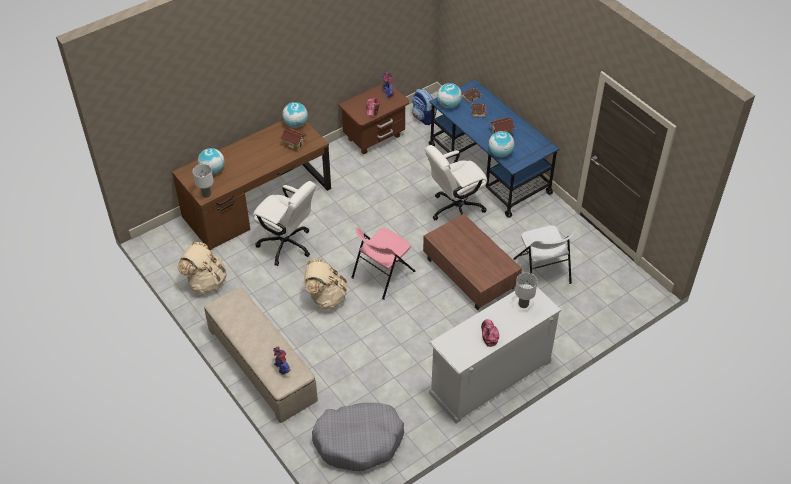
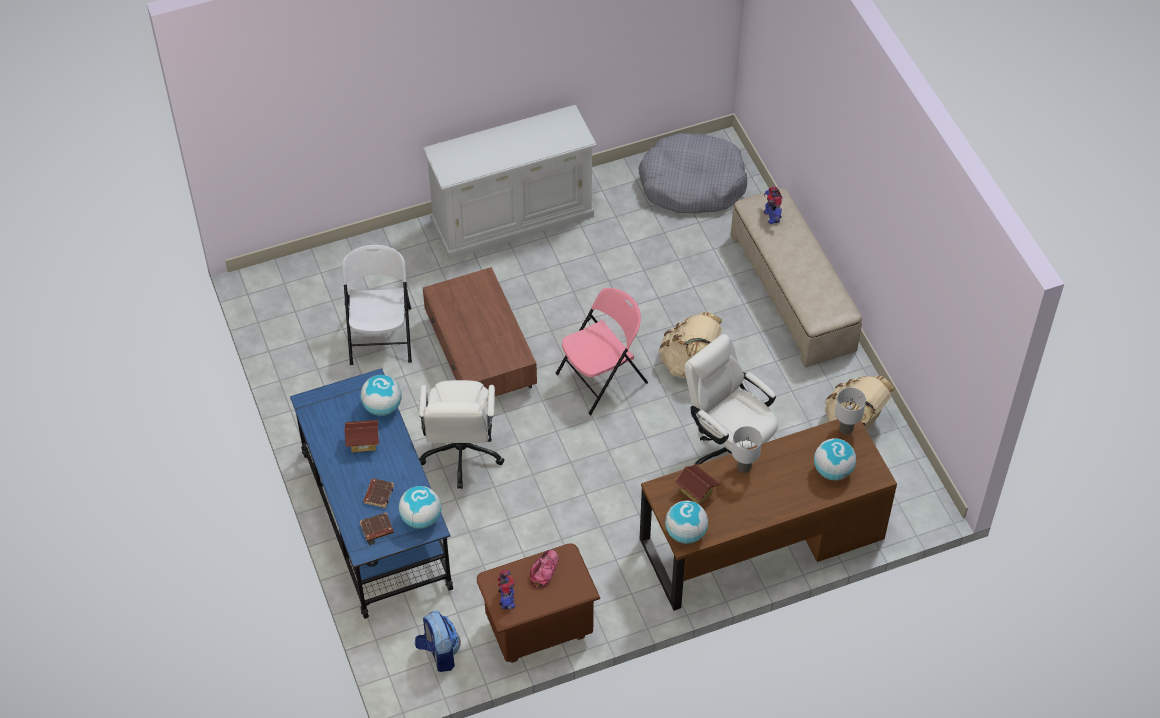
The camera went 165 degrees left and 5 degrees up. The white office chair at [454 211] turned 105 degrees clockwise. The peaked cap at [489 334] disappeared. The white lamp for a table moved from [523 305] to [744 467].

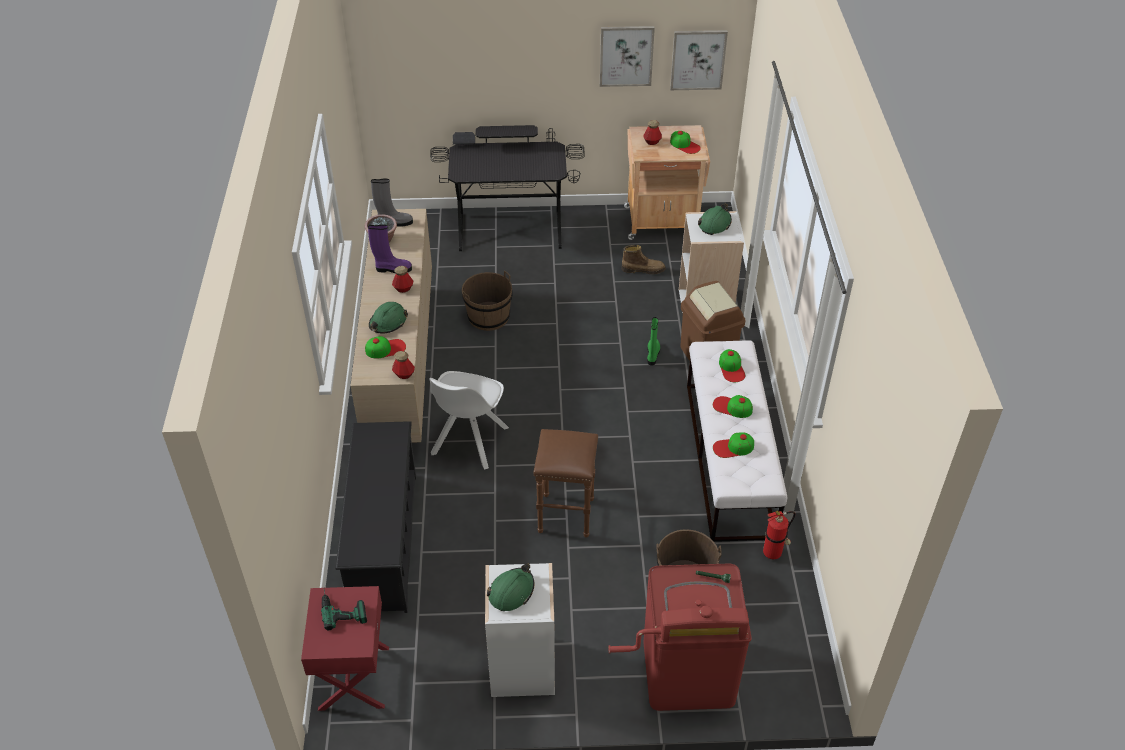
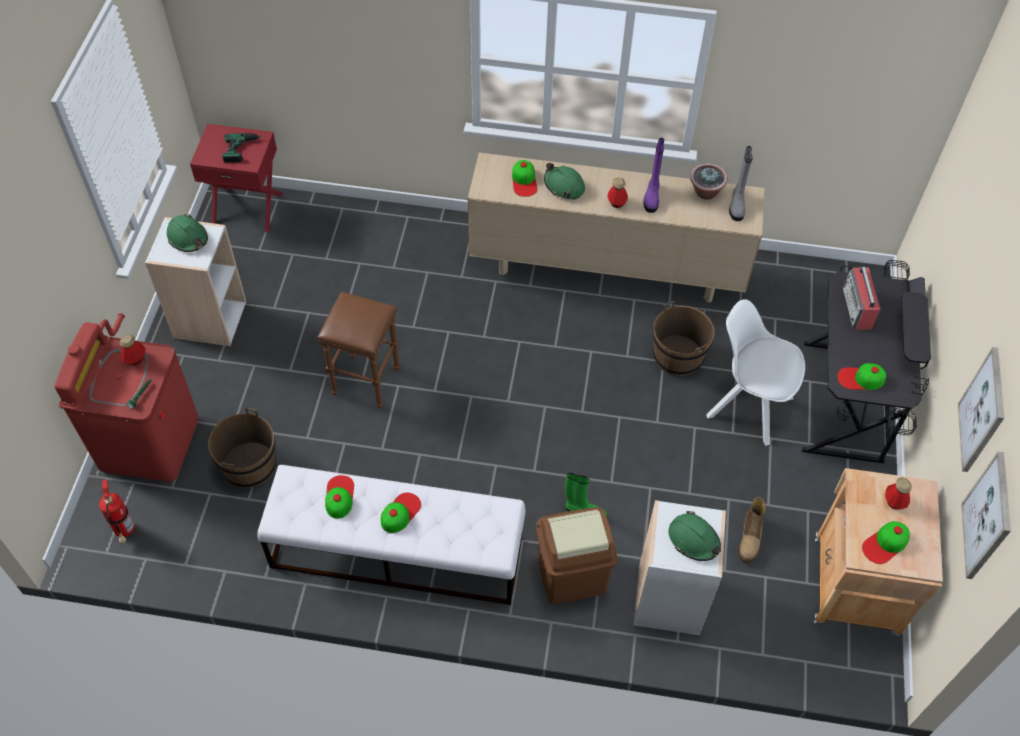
The camera went 100 degrees right and 10 degrees up. The black shoe shelf at [384 541] disappeared. The drink bottle moved from [404 374] to [135 359]. The white chair moved from [468 441] to [748 406]. The peaked cap moved from [731 368] to [861 378]. The fire extinguisher moved from [774 553] to [125 532]. The radio set at [857 309] appeared.

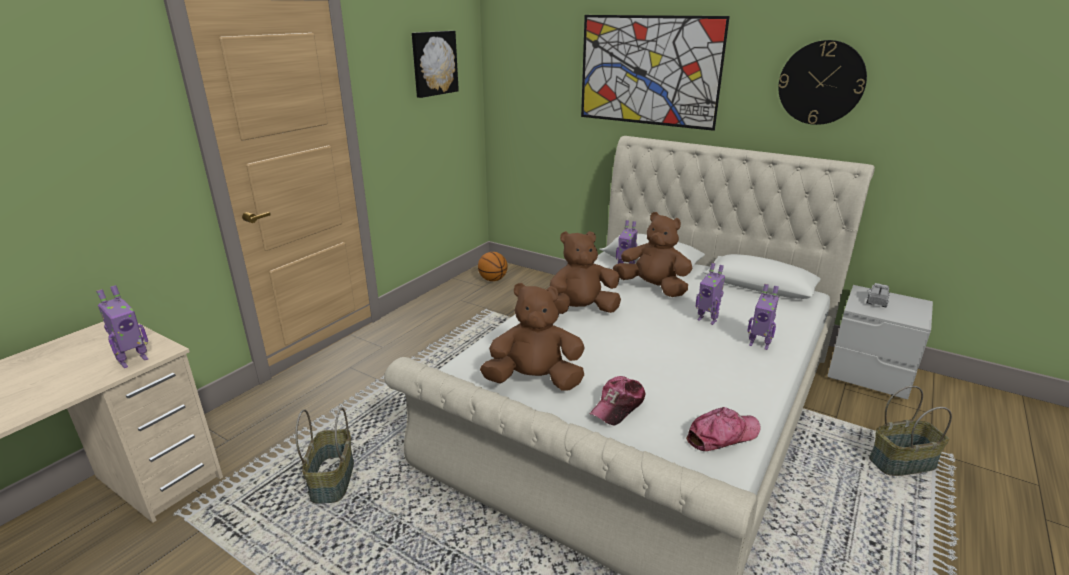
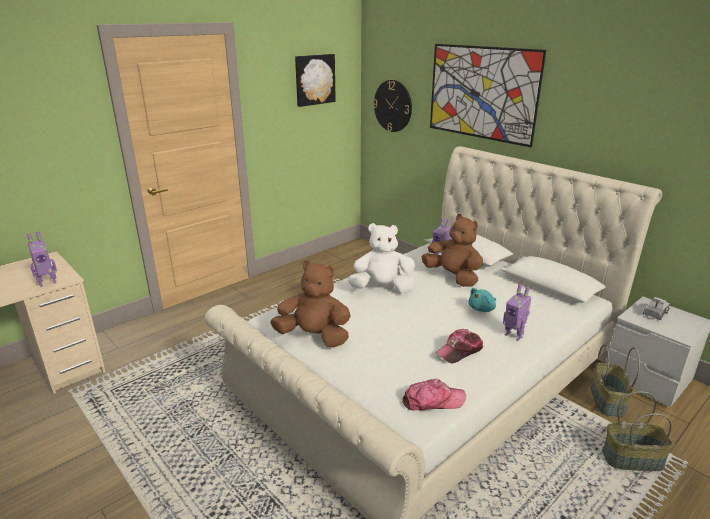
The camera went 15 degrees right and 0 degrees up. The storage basket moved from [332 480] to [606 400]. The ball for basketball at [493 279] disappeared. The brown soft toy at [581 311] became the white soft toy at [382 288]. The peaked cap moved from [618 406] to [459 351]. The model robot at [707 320] was replaced by the turquoise-coloured soft toy at [482 309]. The wall clock moved from [821 83] to [393 106].

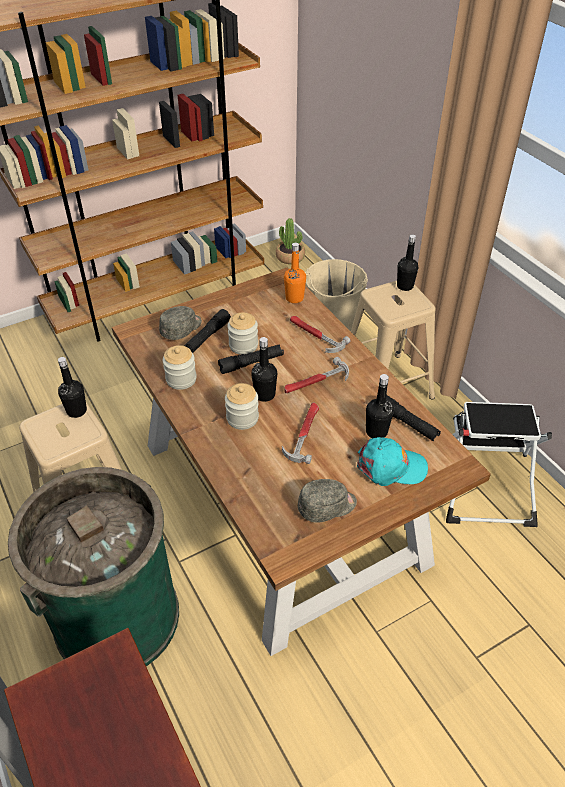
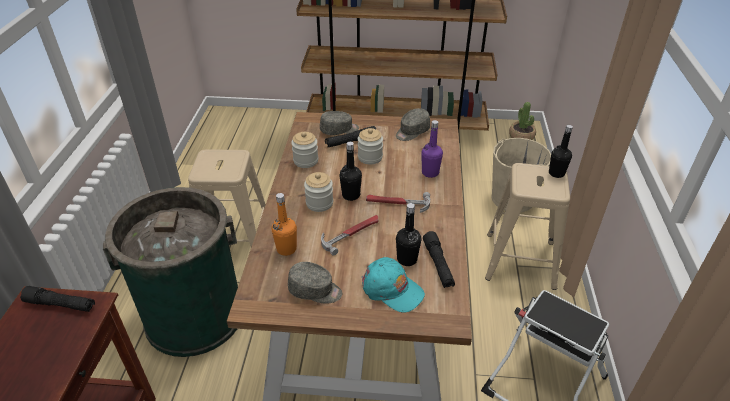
The camera went 35 degrees right and 5 degrees down. The black drink bottle at [76 411] disappeared. The black hand torch moved from [251 363] to [61 304]. The orange drink bottle moved from [294 298] to [286 249]. The hammer at [315 335] was replaced by the purplish drink bottle at [430 173]. The greyish peaked cap at [412 132] appeared.

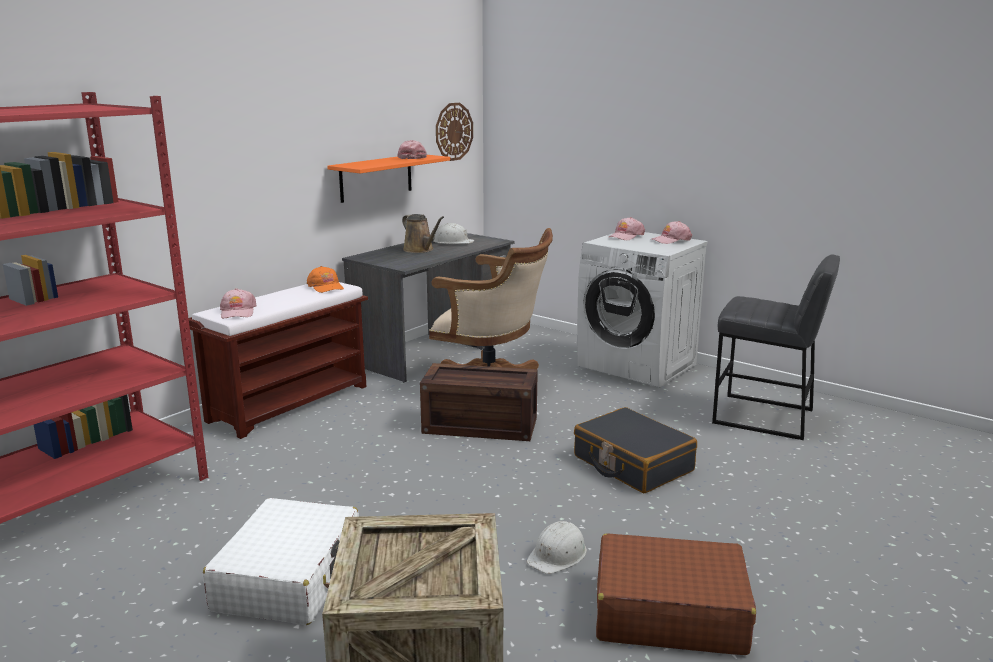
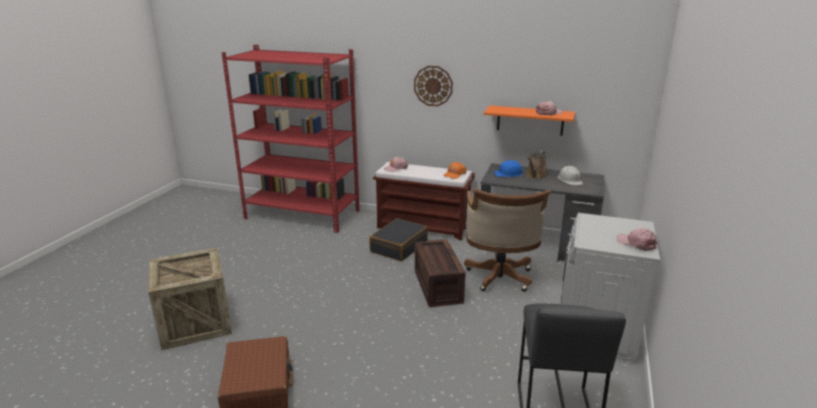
The camera went 70 degrees right and 5 degrees up. The white suitcase at [290 578] disappeared. The wall clock moved from [453 131] to [433 86]. The white safety helmet at [558 555] disappeared. The black suitcase moved from [632 464] to [398 246]. The pinkish peaked cap at [626 236] disappeared. The blue-coloured safety helmet at [509 173] appeared.

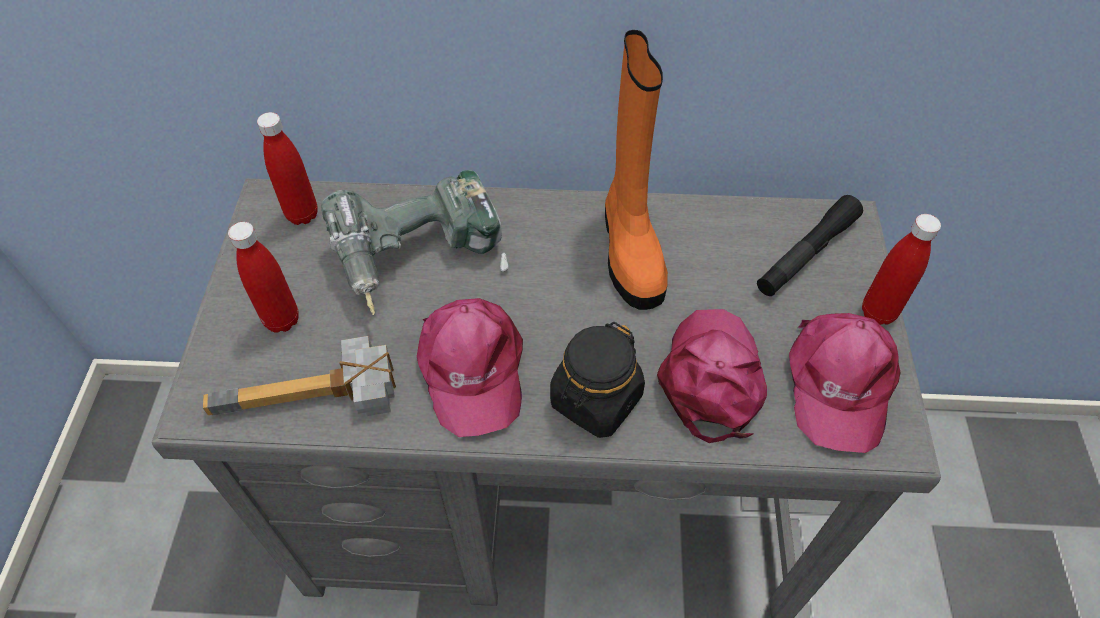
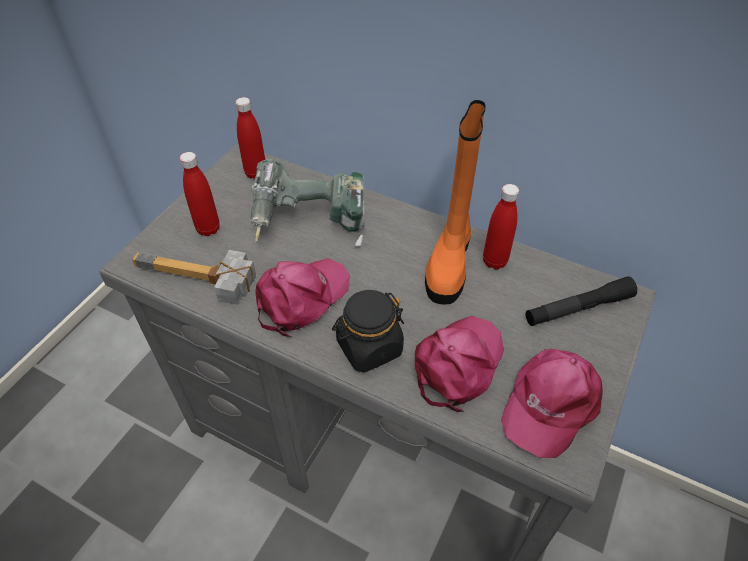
The camera went 25 degrees right and 5 degrees down. The pinkish peaked cap at [471 369] turned 150 degrees counterclockwise. The red-coloured drink bottle moved from [878 312] to [494 261].

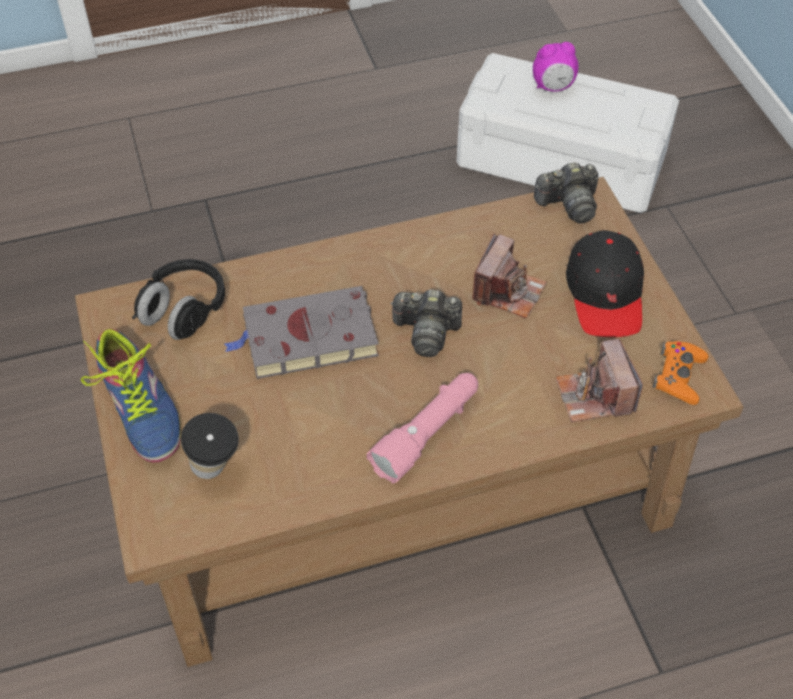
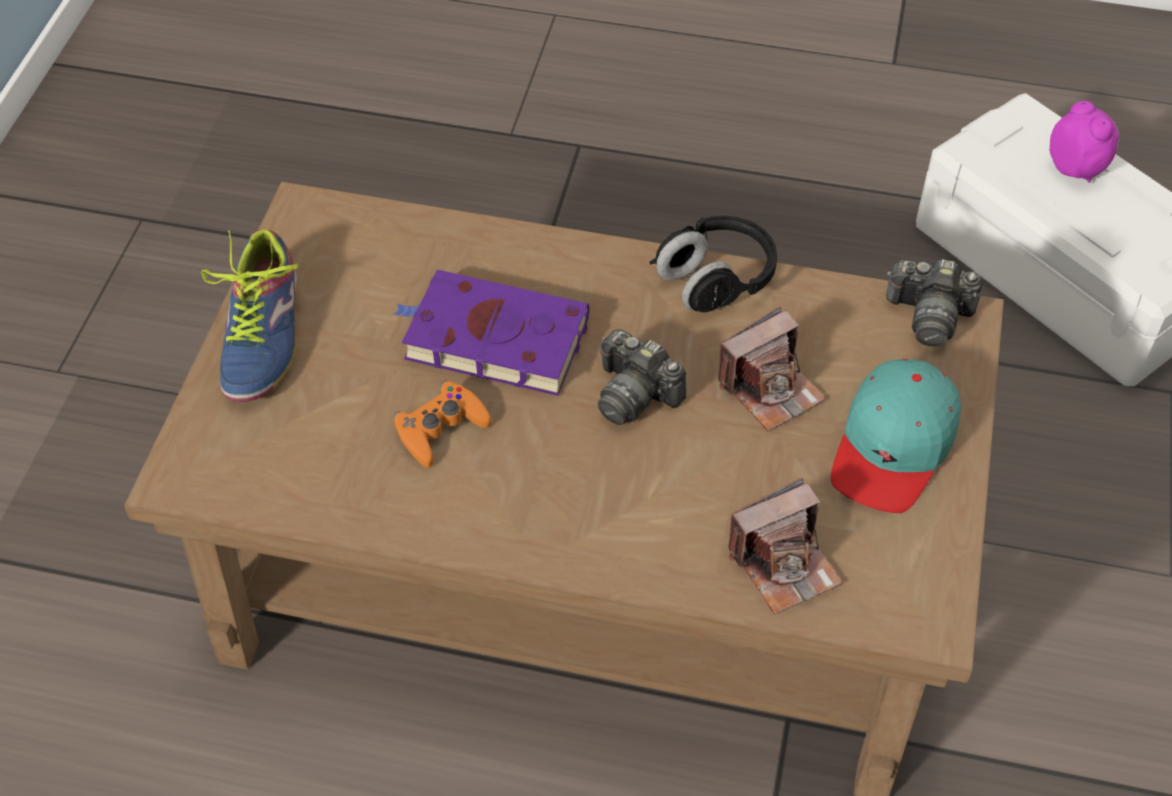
The camera went 30 degrees right and 0 degrees up. The black headphones moved from [184 311] to [715 280]. The cup at [216 472] disappeared. The greyish bound book at [306 338] became the purplish bound book at [491 339]. The pinkish hand torch at [427 433] disappeared. The alarm clock at [553 87] turned 135 degrees counterclockwise. The photo camera at [594 396] turned 135 degrees counterclockwise. The black peaked cap at [605 294] became the turquoise-coloured peaked cap at [893 447]. The orange game controller moved from [679 376] to [440 429].

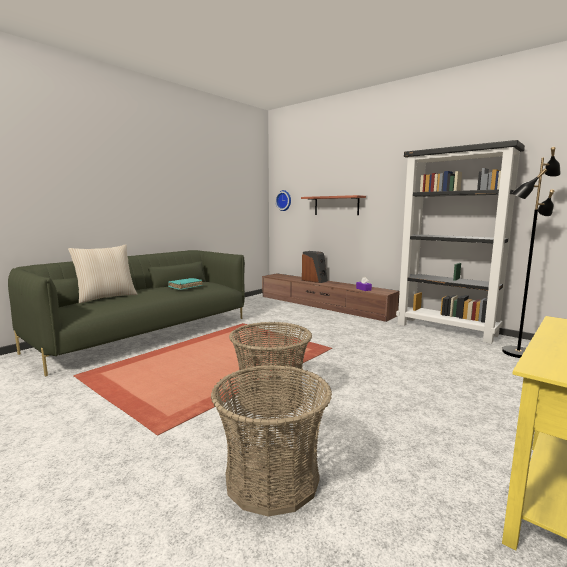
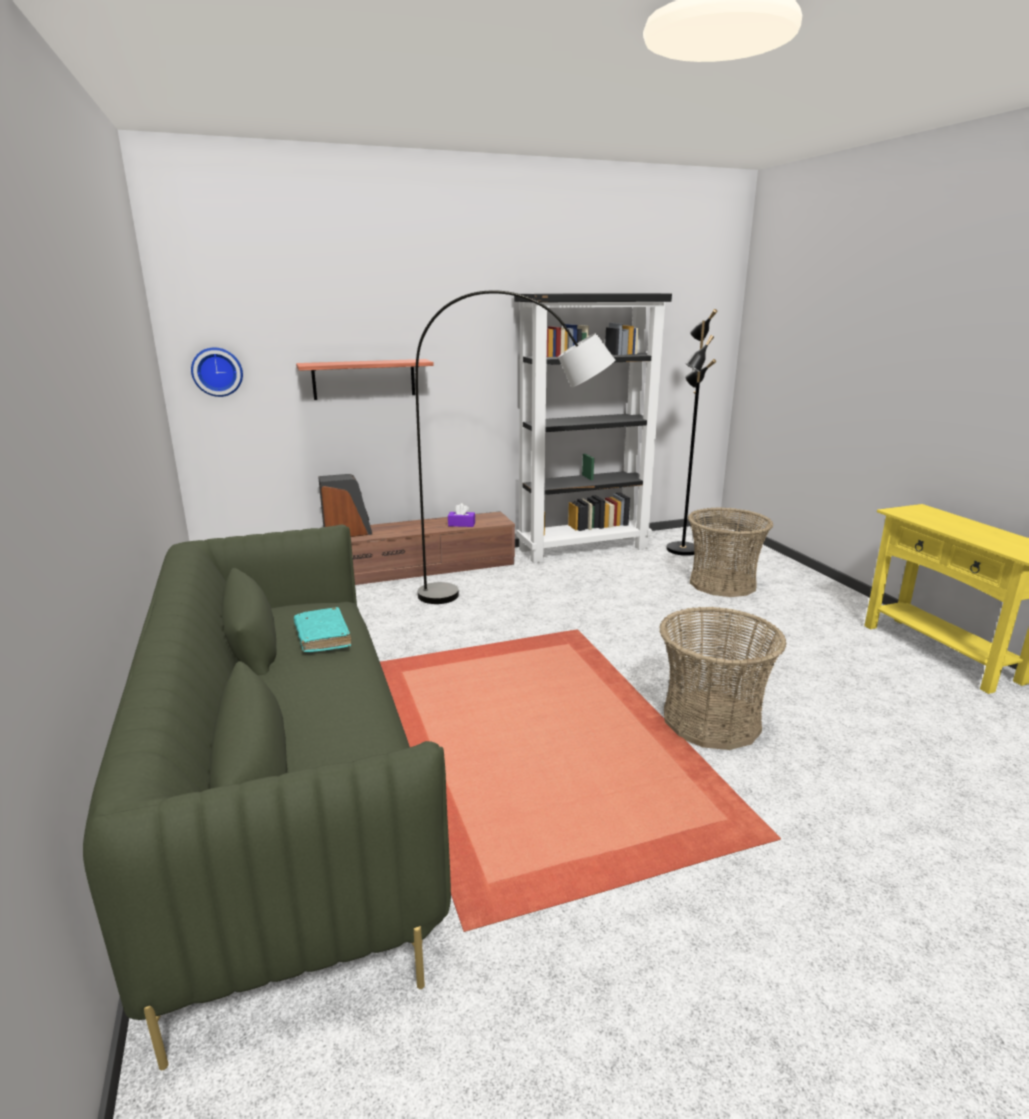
The camera went 60 degrees left and 10 degrees up. The sand-coloured cushion at [106 297] disappeared. The storage basket moved from [271 478] to [722 583]. The greyish standing lamp at [515 597] appeared.

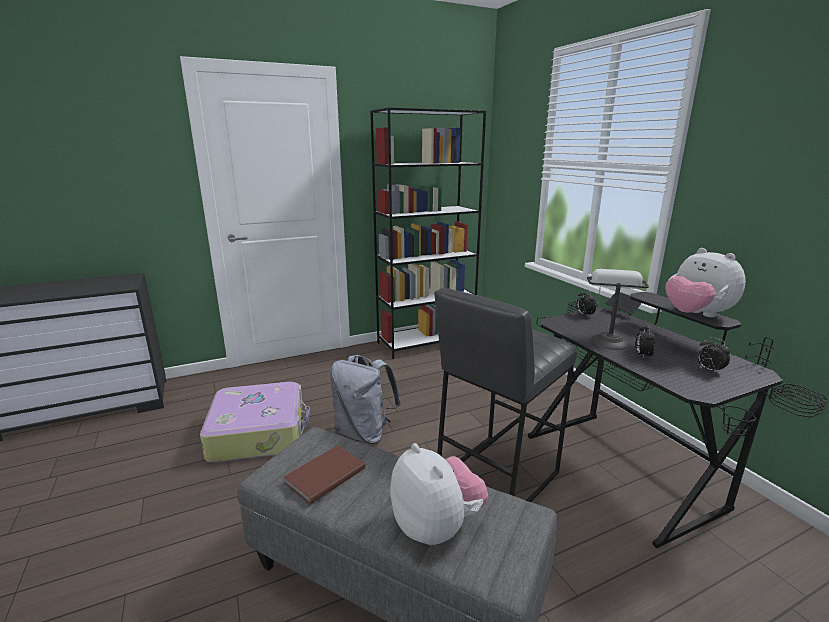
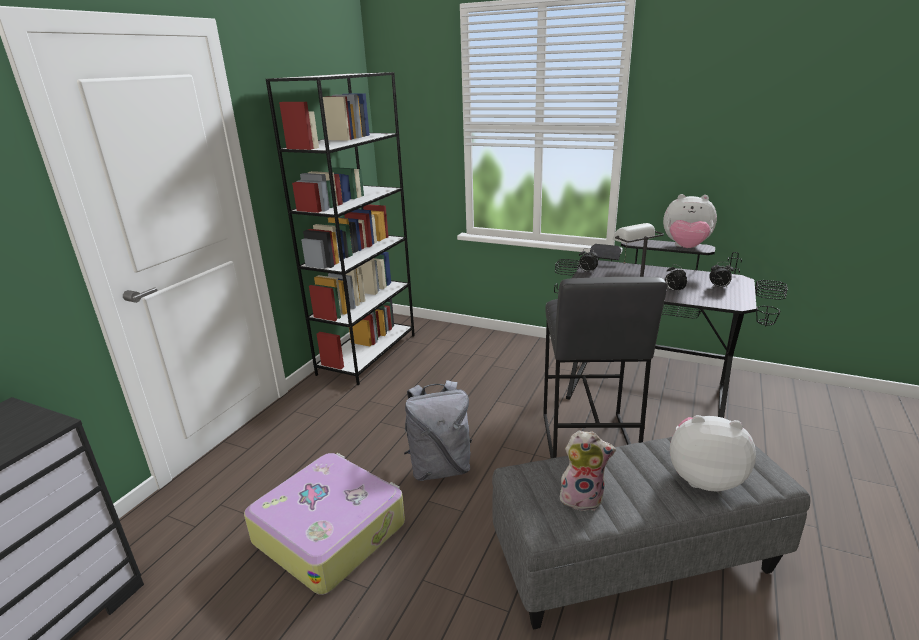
The camera went 40 degrees left and 5 degrees up. The brown bound book at [323 475] was replaced by the soft toy at [582 497].

